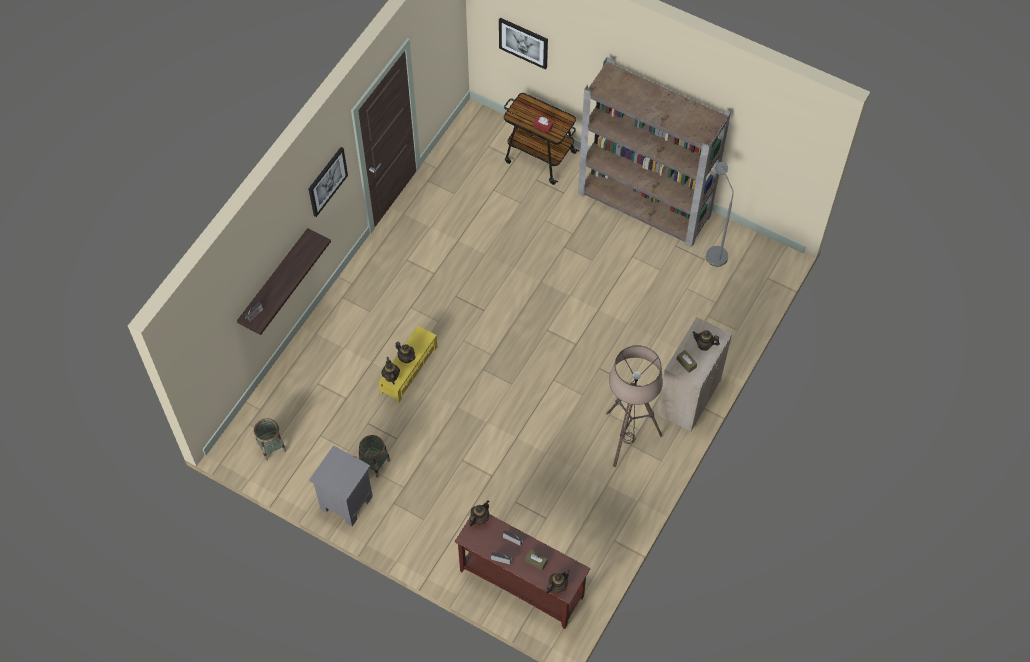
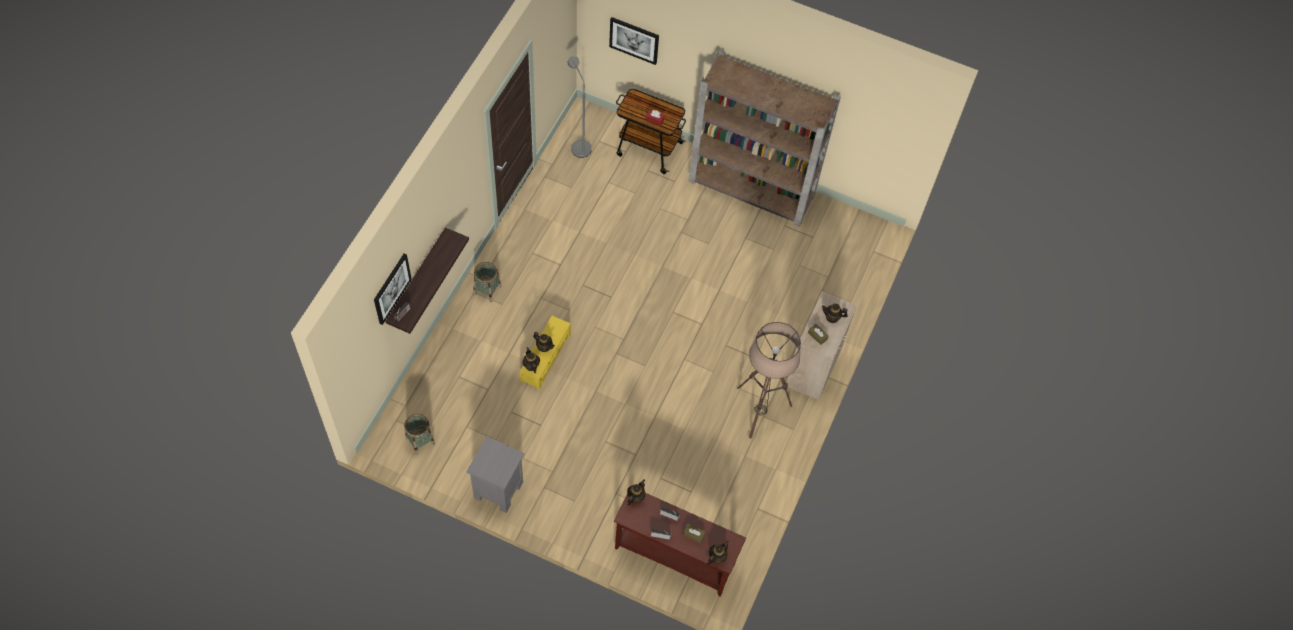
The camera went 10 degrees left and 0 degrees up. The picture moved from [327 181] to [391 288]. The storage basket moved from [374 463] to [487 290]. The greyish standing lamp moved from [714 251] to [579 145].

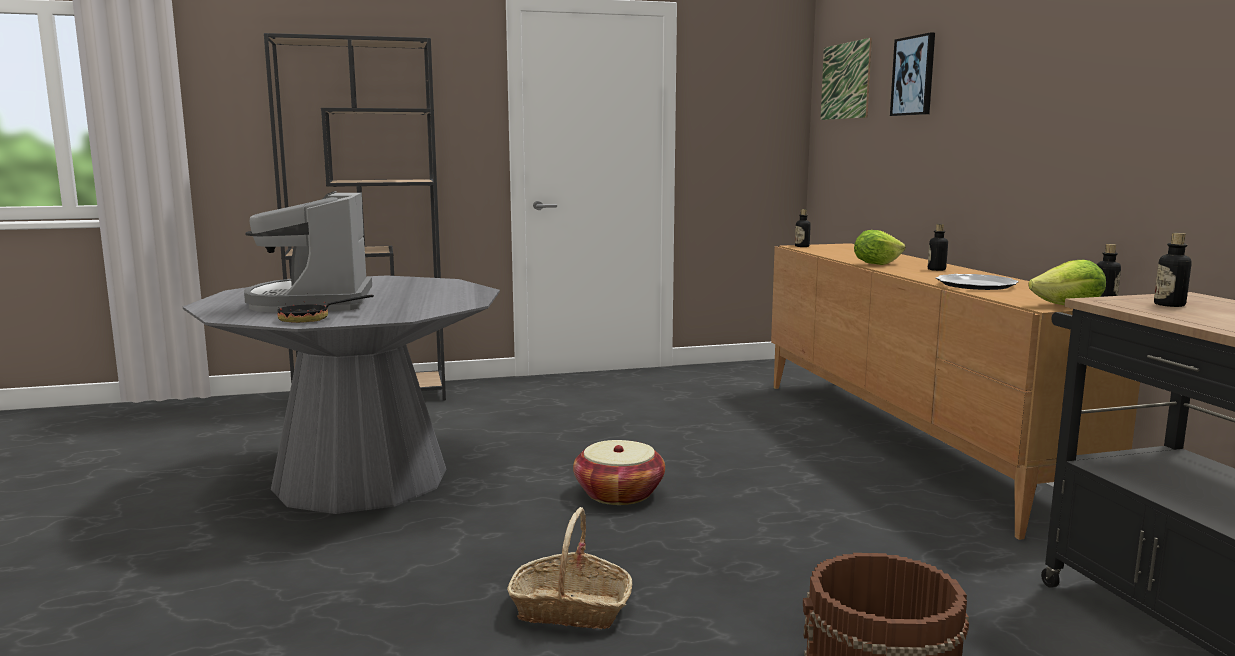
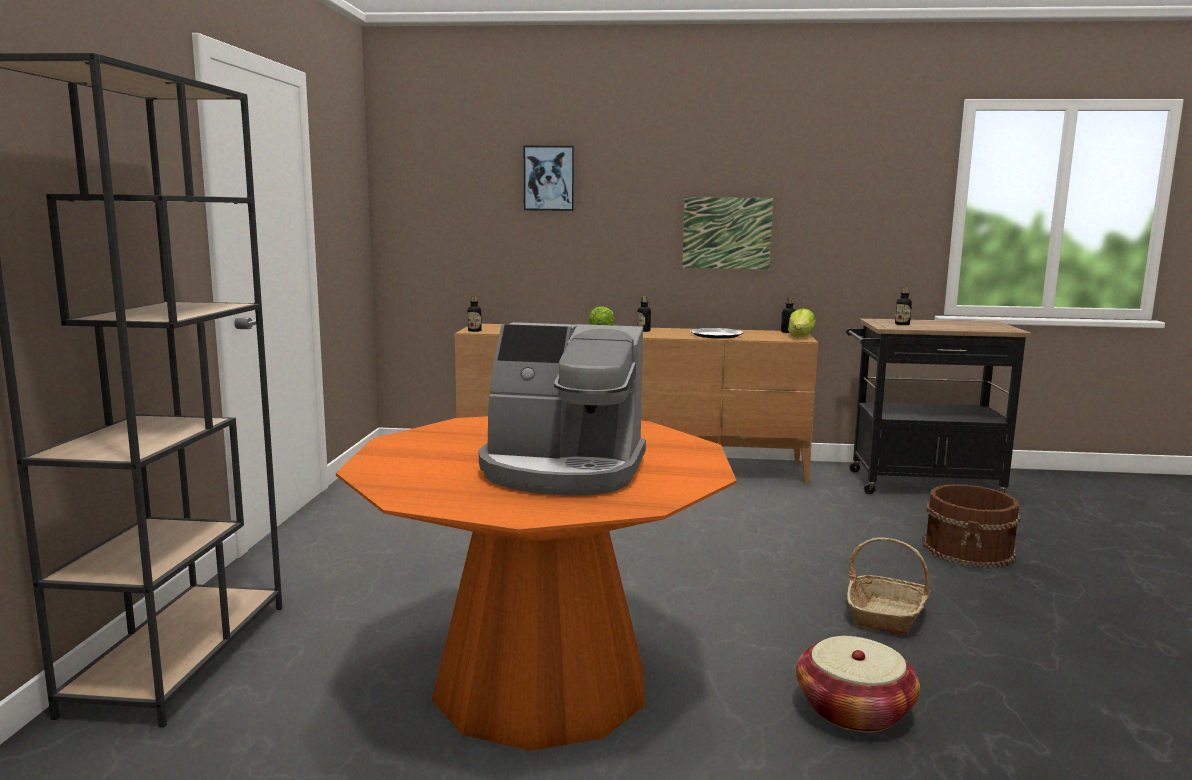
The camera went 70 degrees left and 0 degrees up. The greyish kitchen table at [361 479] became the orange kitchen table at [541 684]. The skillet at [312 319] disappeared. The storage basket moved from [619 494] to [854 710]. The picture moved from [845 81] to [727 233].

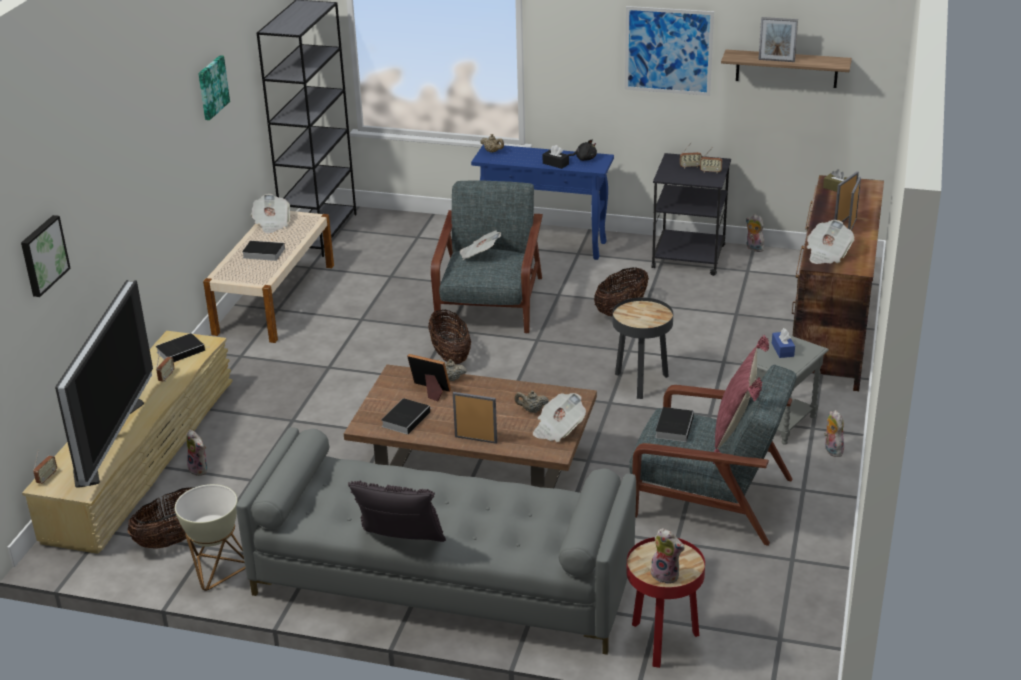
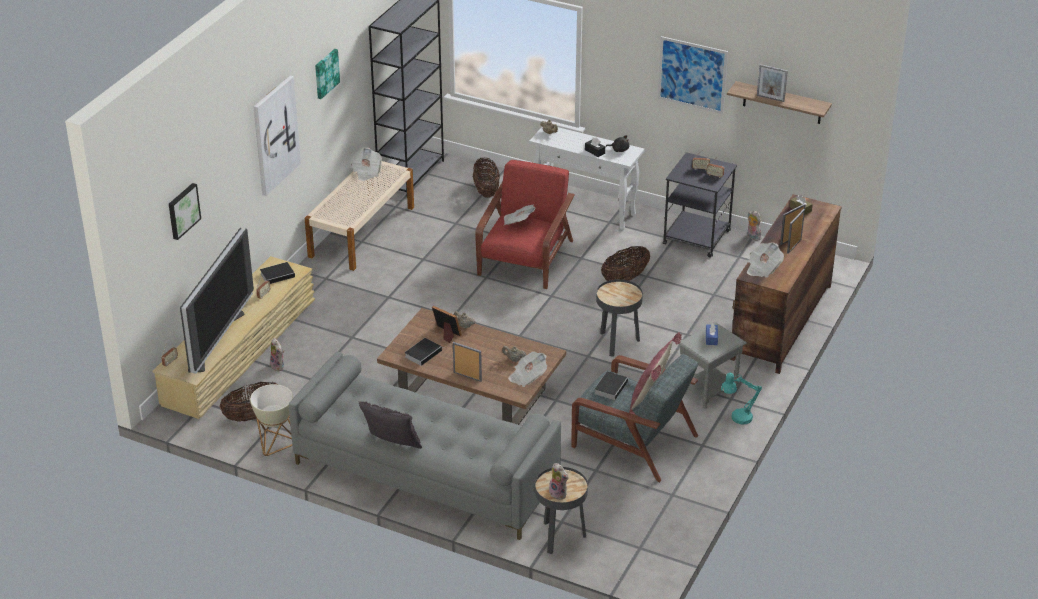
The camera went 10 degrees right and 5 degrees up. The bound book at [262 253] disappeared. The storage basket moved from [450 356] to [486 191]. The greyish lounge chair at [490 304] became the red-coloured lounge chair at [525 259]. The blue-coloured narrow table at [545 245] became the white narrow table at [585 210]. The red-coloured accent table at [662 641] became the black accent table at [560 537]. The soft toy at [831 450] was replaced by the turquoise-coloured lamp for a table at [737 418]. The picture at [275 135] appeared.

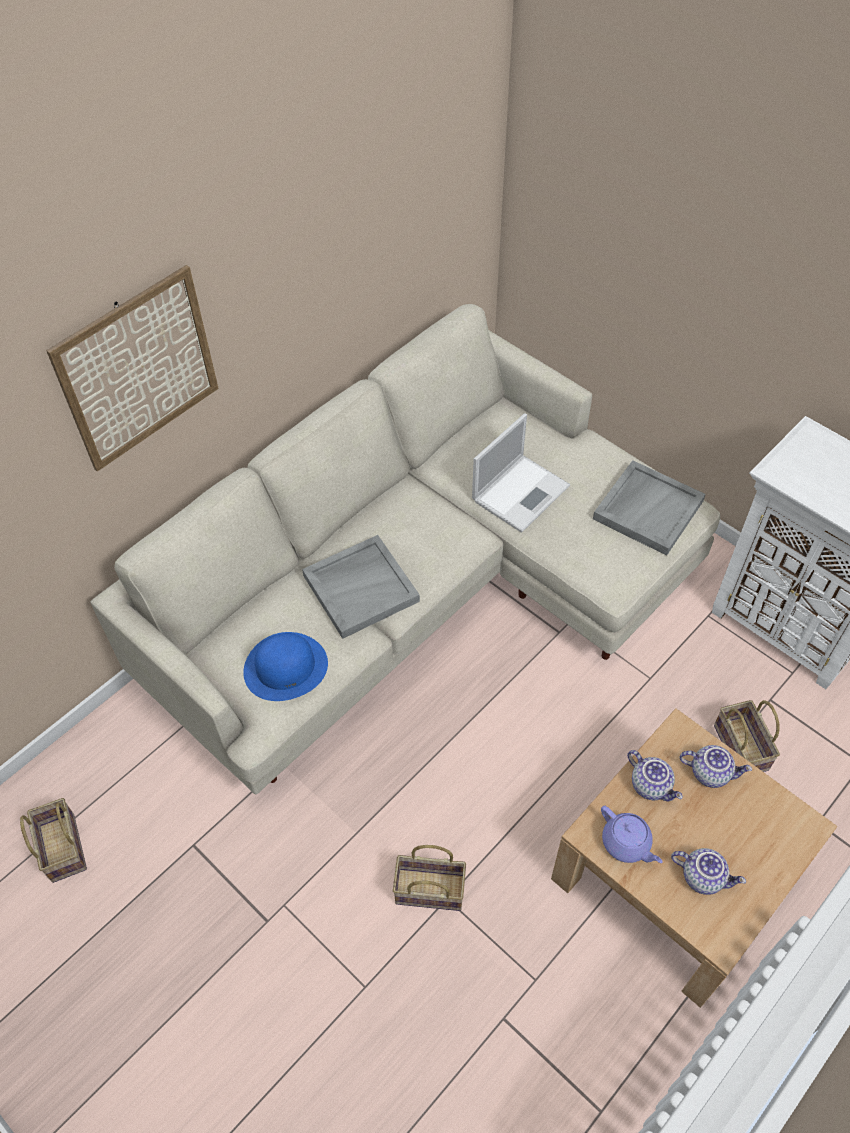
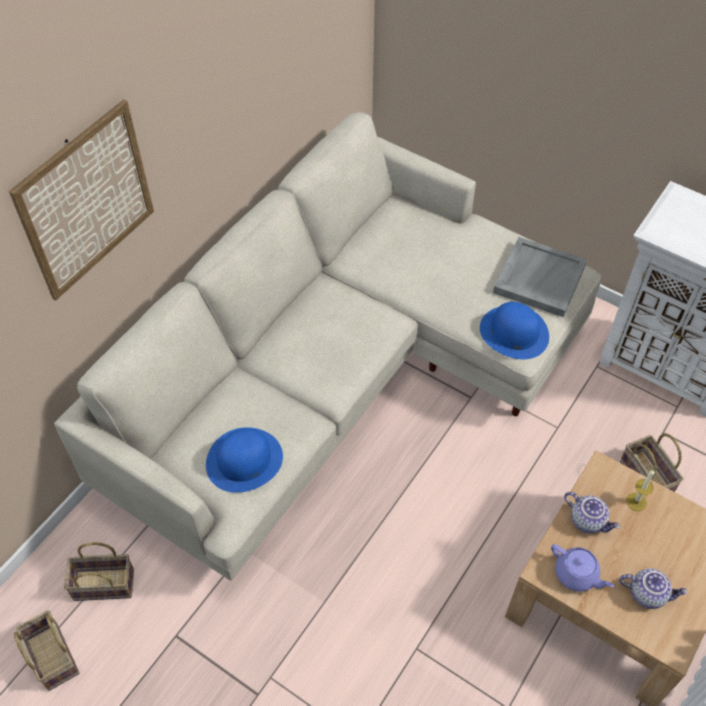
The camera went 10 degrees left and 0 degrees up. The greyish tray at [361 587] disappeared. The storage basket moved from [428 891] to [102 586]. The laptop at [521 492] disappeared. The pot for tea at [710 772] was replaced by the wax light at [636 501]. The blue-coloured wearable hat at [513 332] appeared.

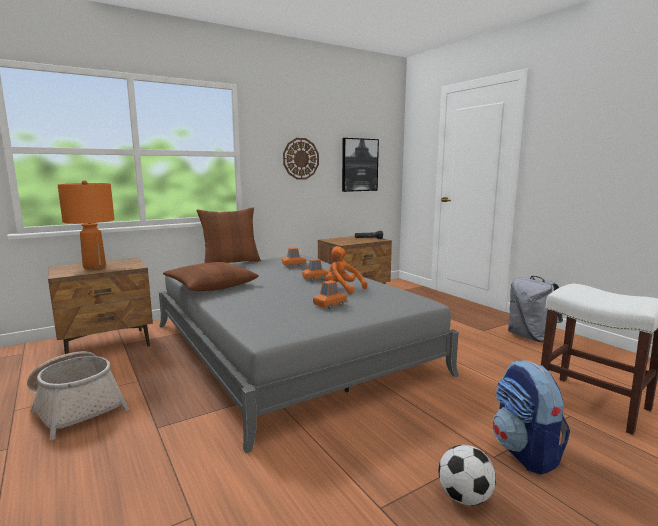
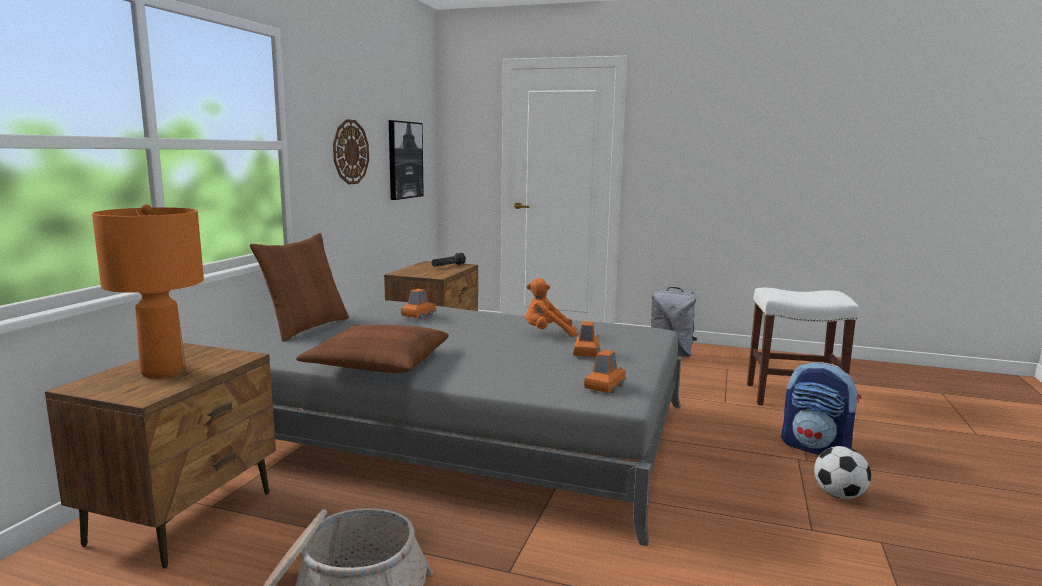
The camera went 40 degrees left and 0 degrees up. The orange toy car moved from [316 278] to [605 386].

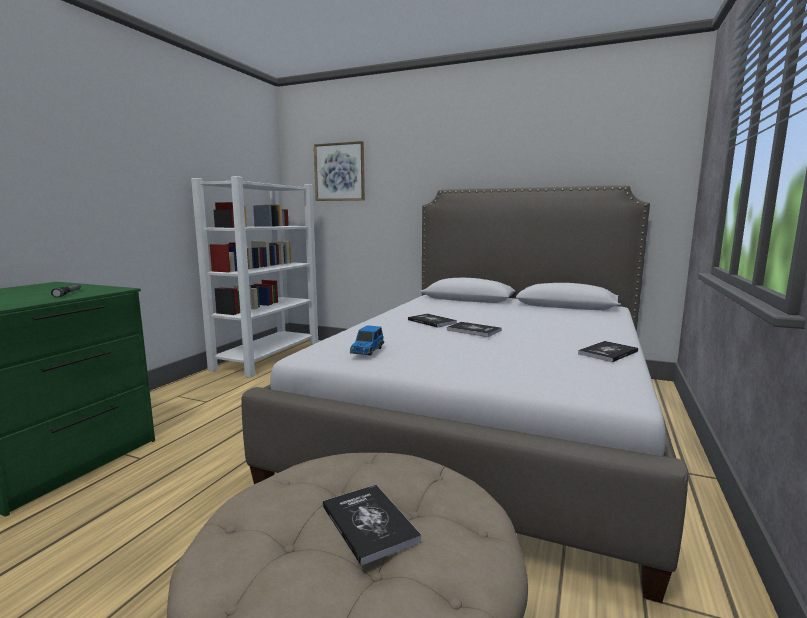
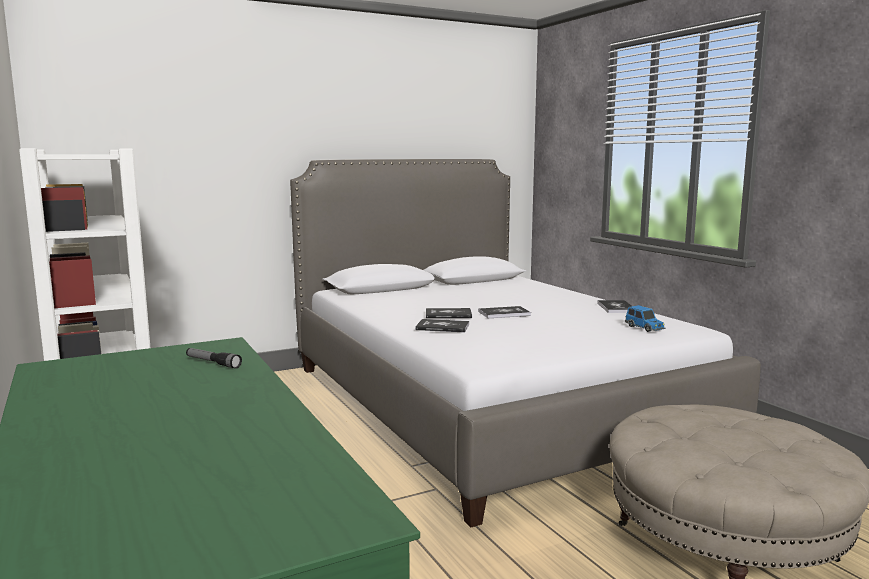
The camera went 50 degrees left and 0 degrees up. The picture at [339 172] disappeared. The bound book moved from [369 523] to [442 327]. The toy car moved from [366 351] to [645 328].

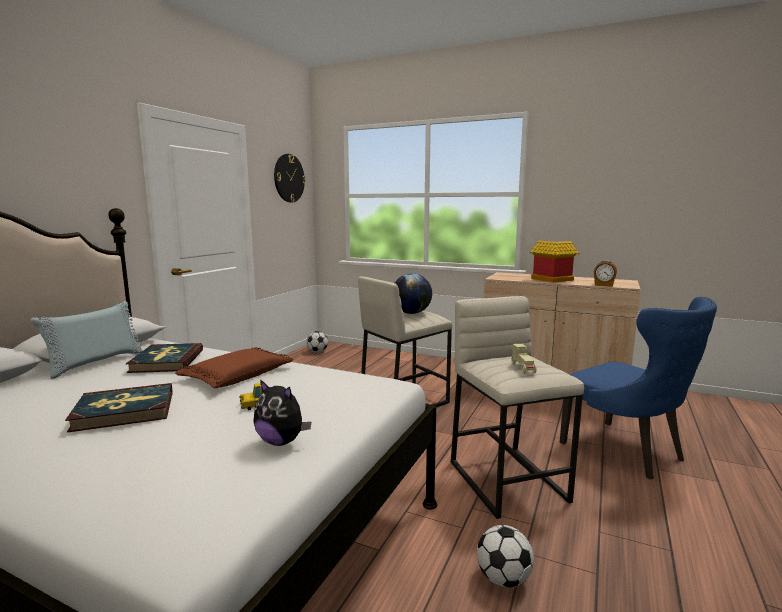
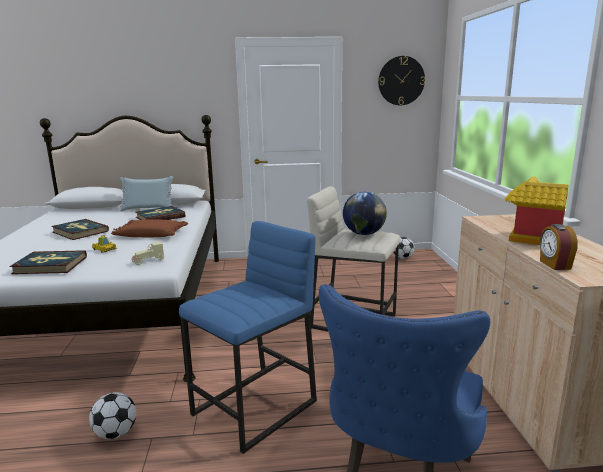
The camera went 60 degrees right and 5 degrees up. The soft toy at [281 441] was replaced by the bound book at [50 265]. The sand-coloured stool seat at [507 480] became the blue-coloured stool seat at [254 407]. The sand-coloured toy car moved from [523 368] to [148 261].

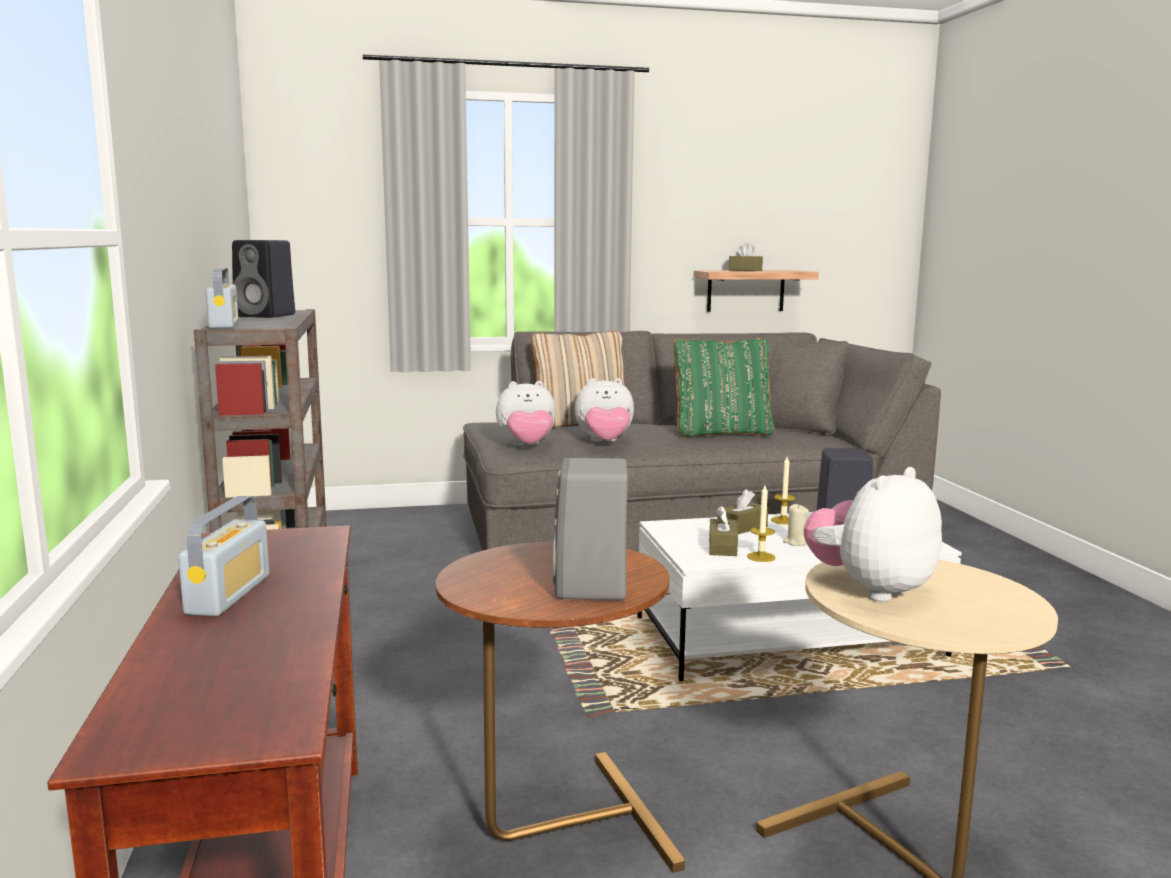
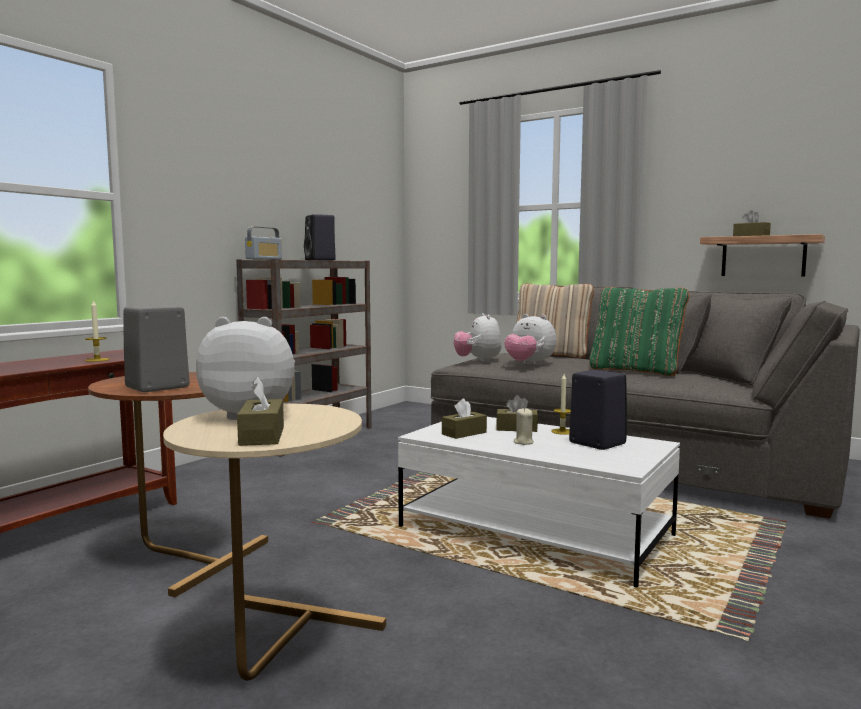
The camera went 45 degrees right and 5 degrees down. The radio set at [228 594] disappeared. The soft toy at [527 446] turned 45 degrees clockwise. The wax light moved from [761 557] to [97 360]. The brown tissue holder at [262 436] appeared.

